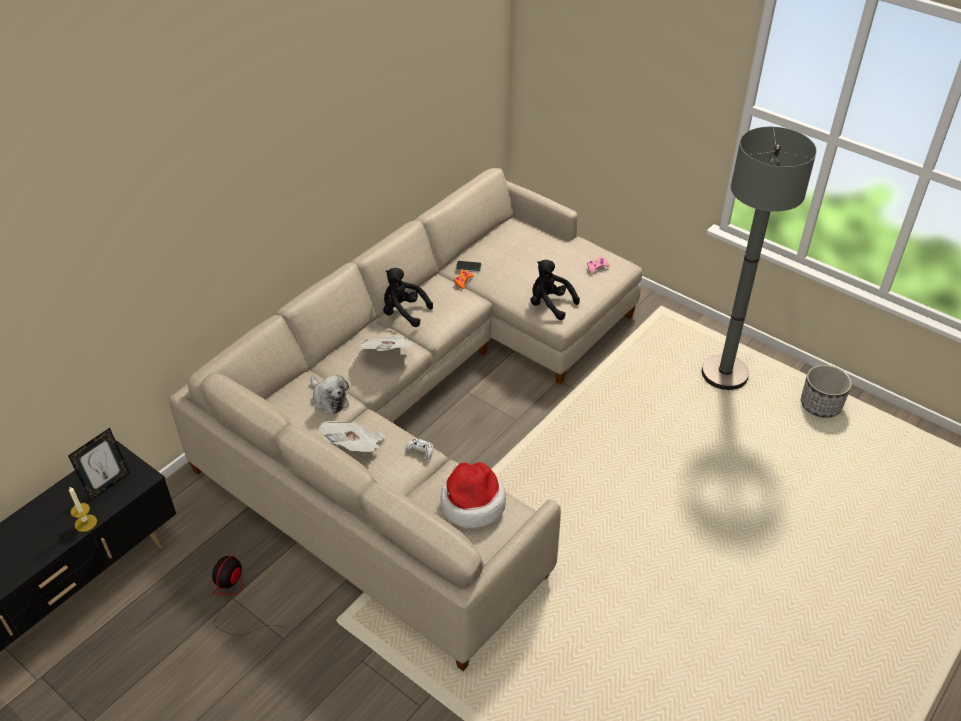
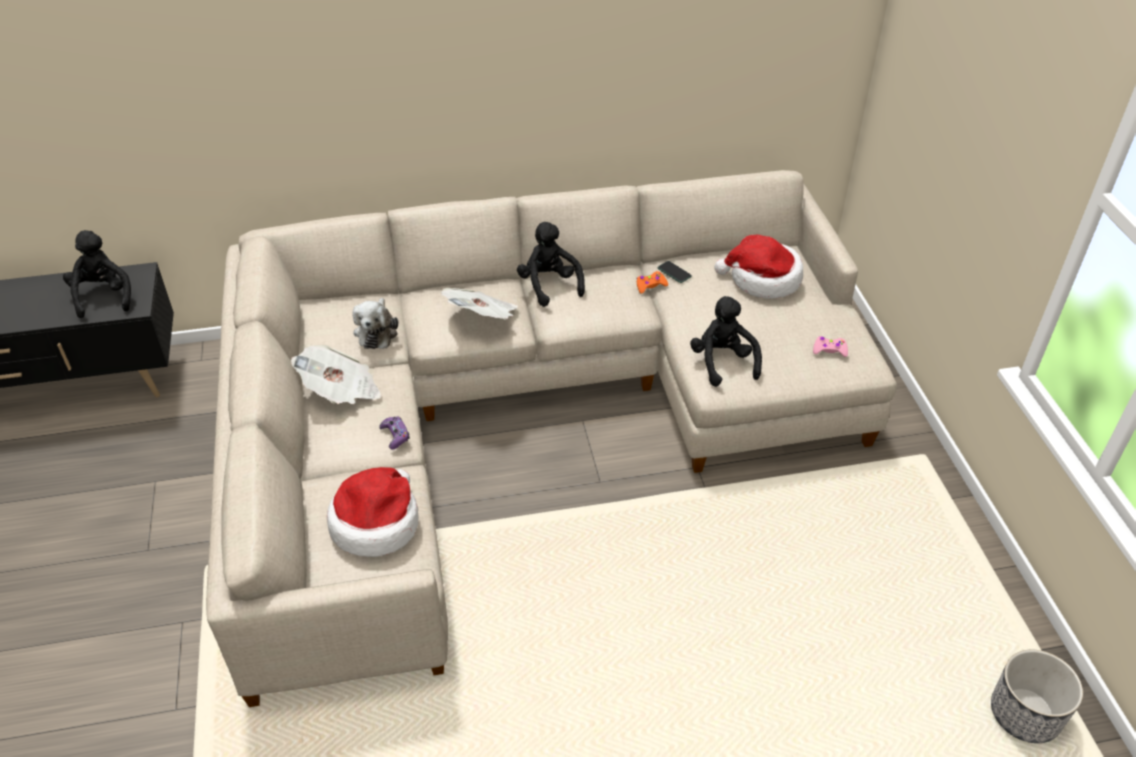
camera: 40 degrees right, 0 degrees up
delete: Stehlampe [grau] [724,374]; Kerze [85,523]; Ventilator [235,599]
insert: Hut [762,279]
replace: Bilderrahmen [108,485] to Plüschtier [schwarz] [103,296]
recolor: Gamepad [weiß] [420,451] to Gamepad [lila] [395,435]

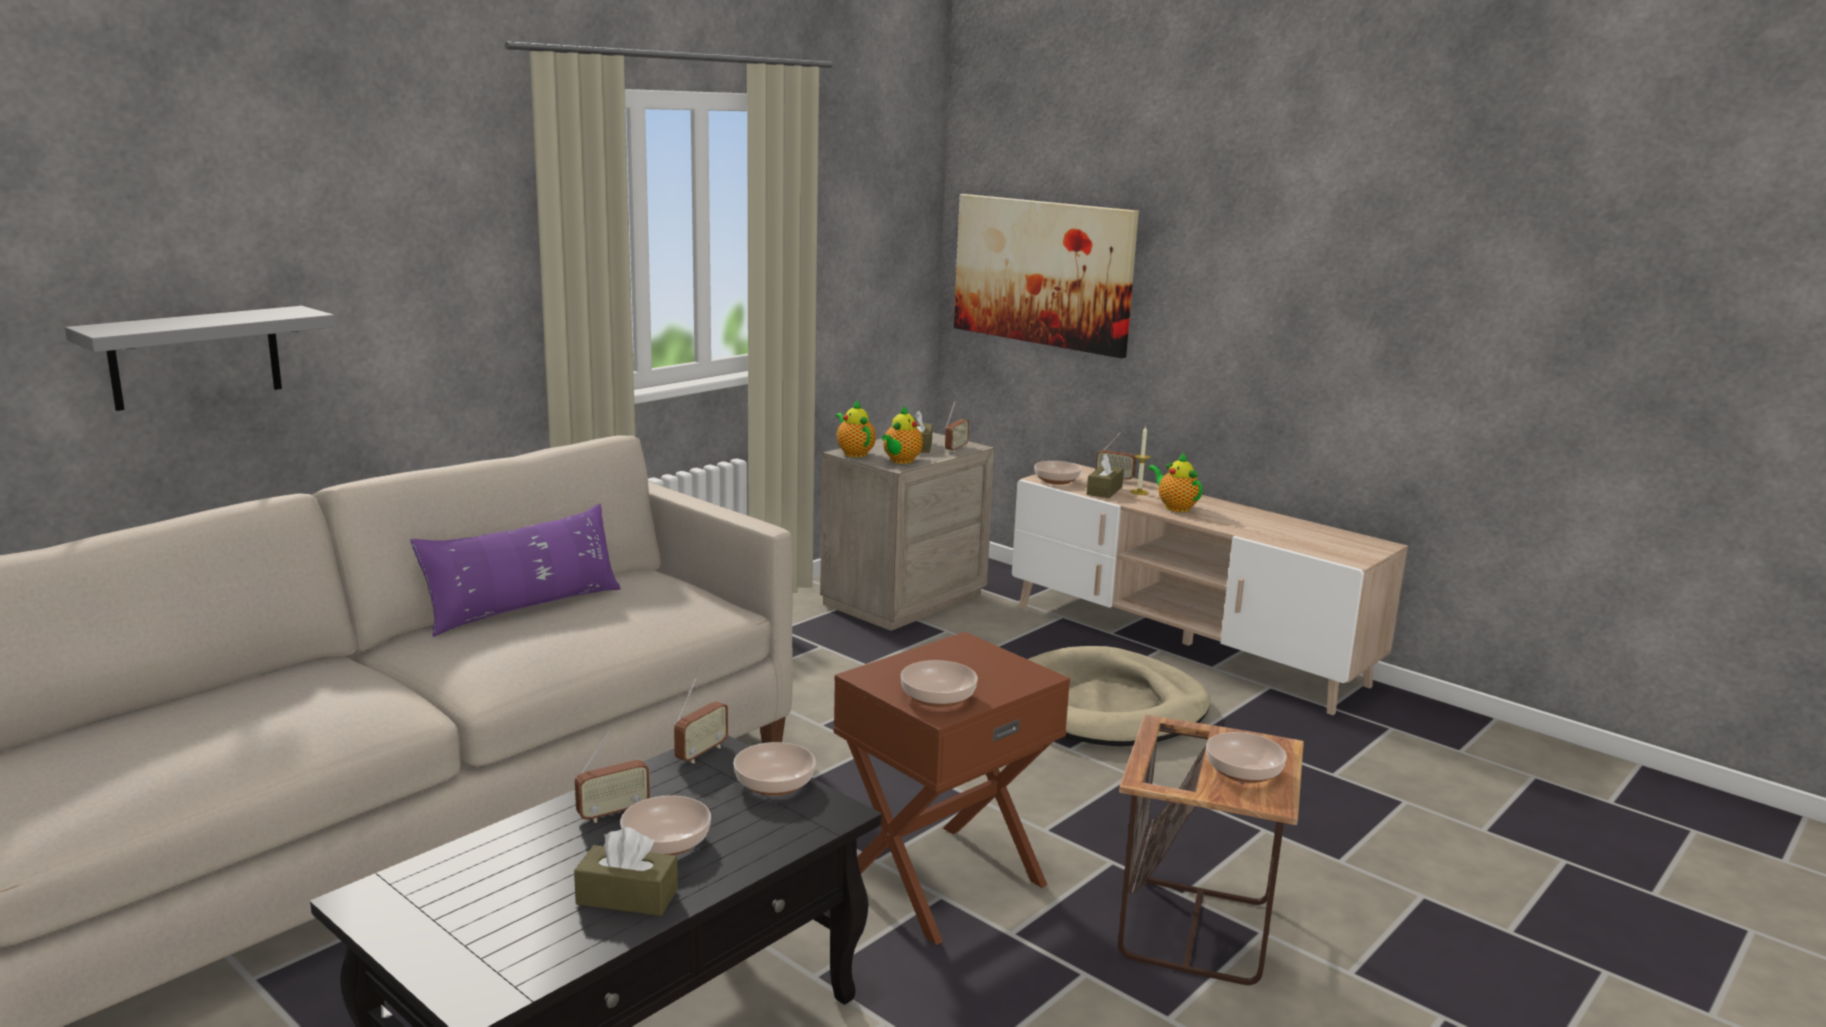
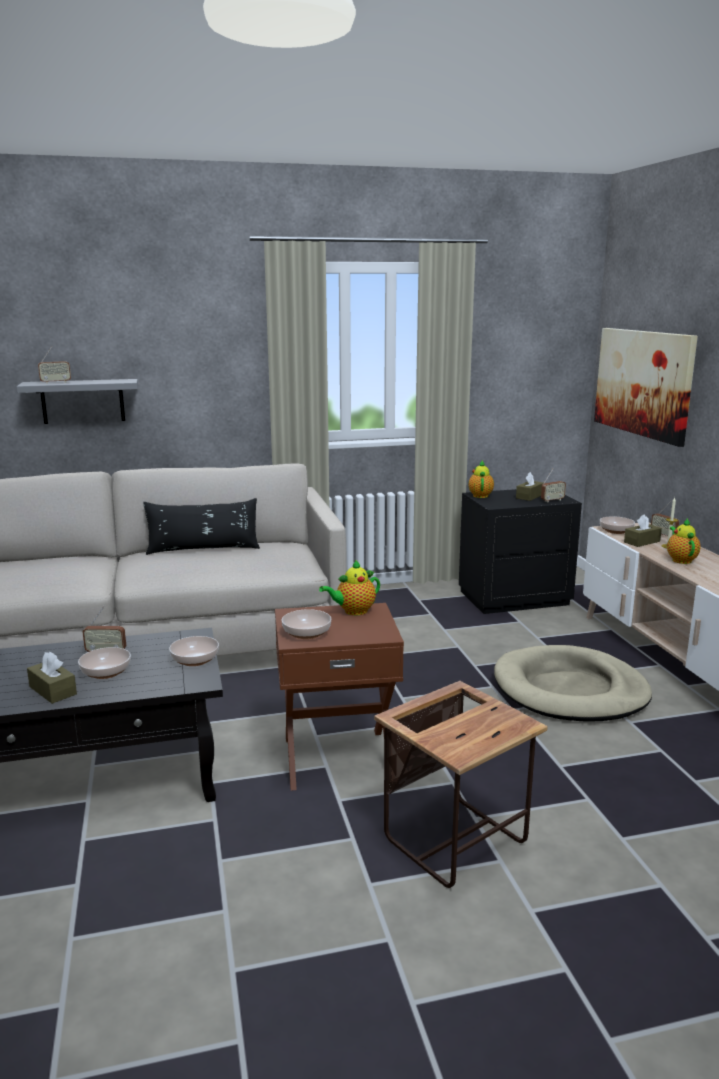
camera: 35 degrees right, 0 degrees up
delete: Schüssel [1244,771]
move: Teekanne [900,461] to [353,611]; Radio [701,753] to [55,382]
recolor: Nachttisch [beige] [902,599] to Nachttisch [schwarz] [513,597]; Kissen [lila] [524,608] to Kissen [schwarz] [203,549]

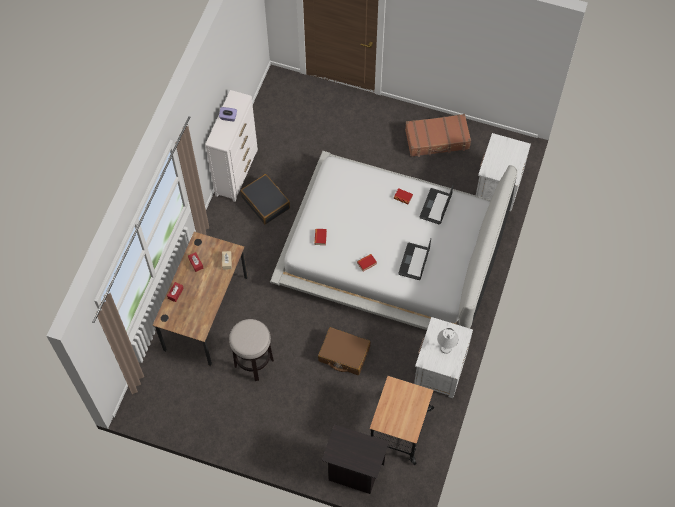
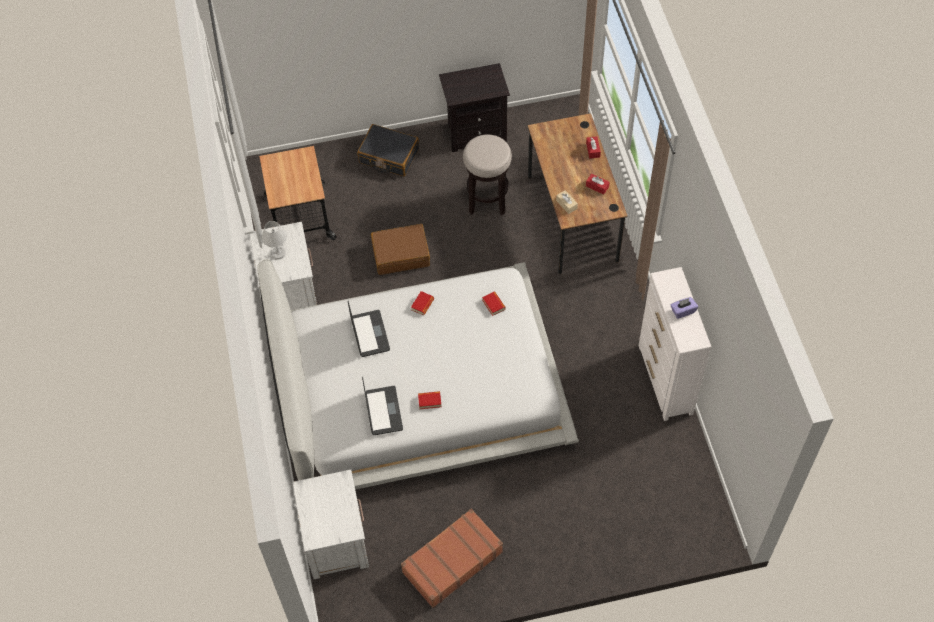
camera: 150 degrees right, 5 degrees down
move: Koffer [schwarz] [266,202] to [388,156]; Nachttisch [schwarz] [354,471] to [475,132]

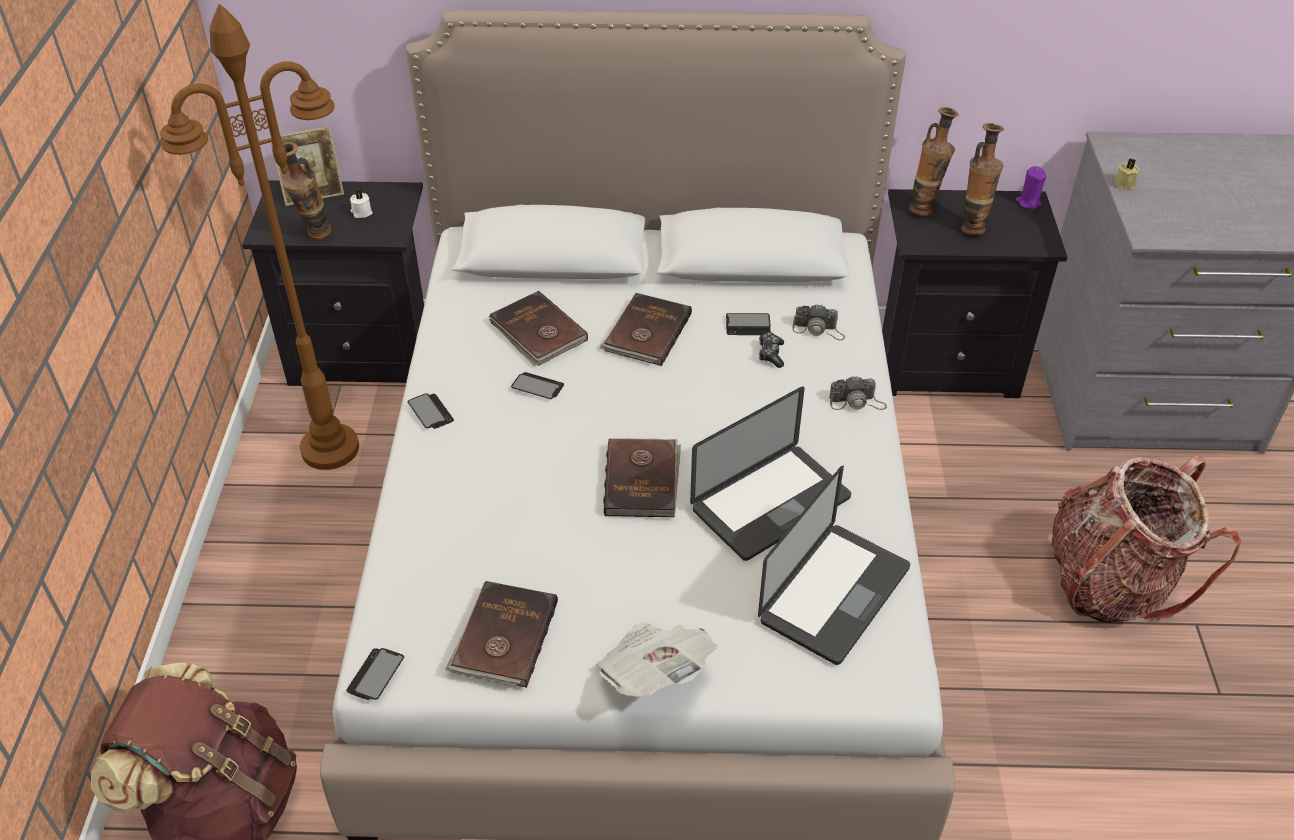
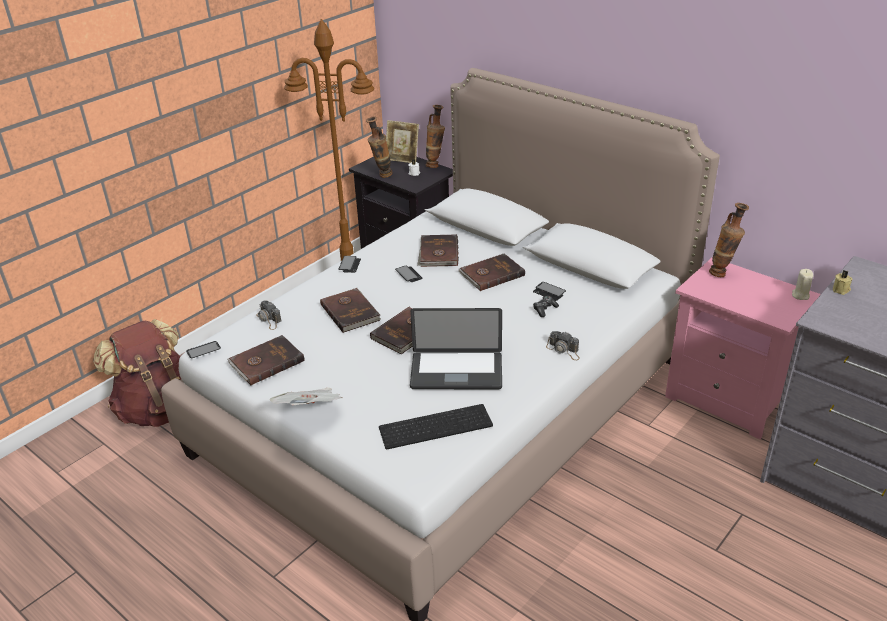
camera: 40 degrees right, 10 degrees down
delete: Rucksack [1110,582]
insert: Buch [braun] [351,312]
move: Vase [973,226] to [435,165]; Kamera [818,330] to [269,319]
replace: Laptop [834,594] to Tastatur [436,425]
recolor: Kerze [lila] [1028,202] to Kerze [beige] [800,295]; Nachttisch [schwarz] [945,365] to Nachttisch [rosa] [727,400]

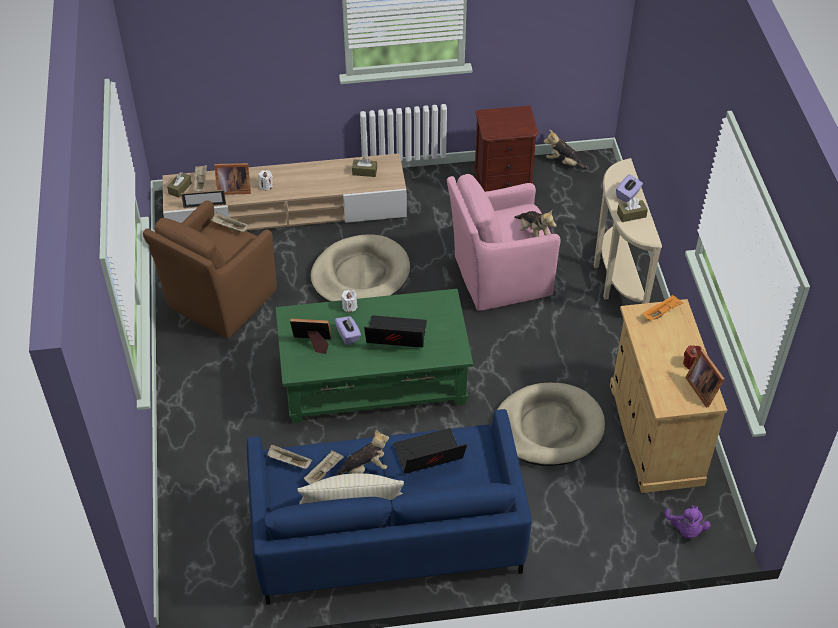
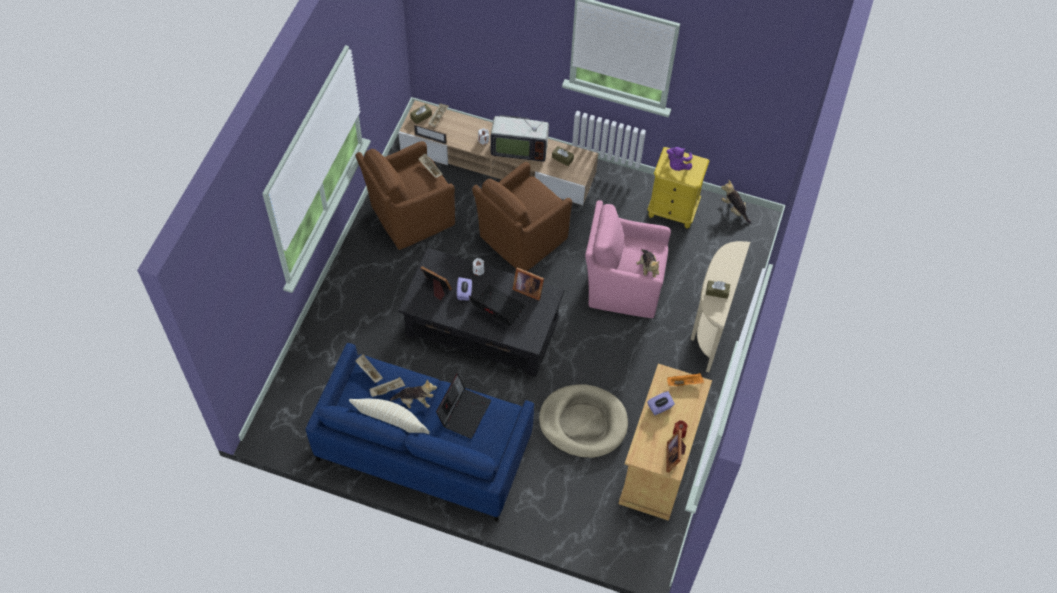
camera: 25 degrees right, 10 degrees up
insert: Fernseher [518,148]
move: Bilderrahmen [233,189] to [527,289]; Taschentuchbox [lila] [628,195] to [660,407]; Plüschtier [lila] [685,529] to [677,165]
replace: Hundebett [beige] [360,274] to Sessel [braun] [521,239]
recolor: Nachttisch [braun] [503,187] to Nachttisch [gelb] [672,210]; Couchtisch [grün] [373,379] to Couchtisch [schwarz] [482,327]
rotate: Laptop [428,456] = [464,412] 105 degrees clockwise

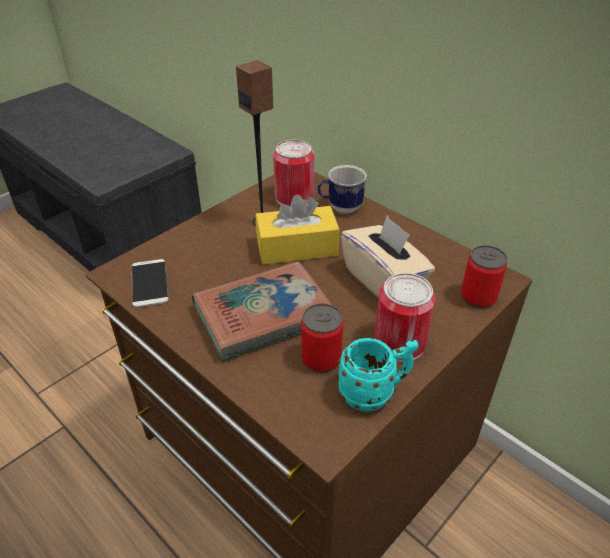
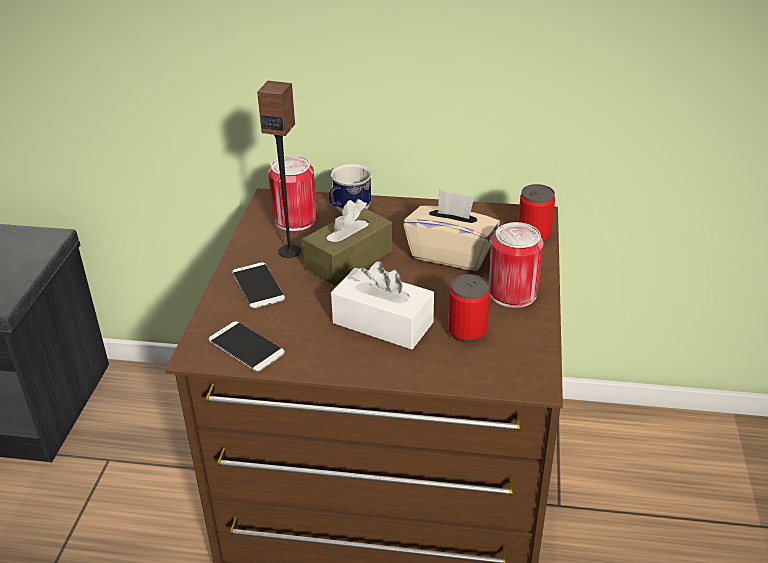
camera: 35 degrees left, 5 degrees down
delete: Henkelbecher [türkis] [374,393]
insert: Handy [258,286]
replace: Buch [263,314] to Taschentuchbox [weiß] [383,323]
recolor: Taschentuchbox [gelb] [297,248] to Taschentuchbox [braun] [349,260]

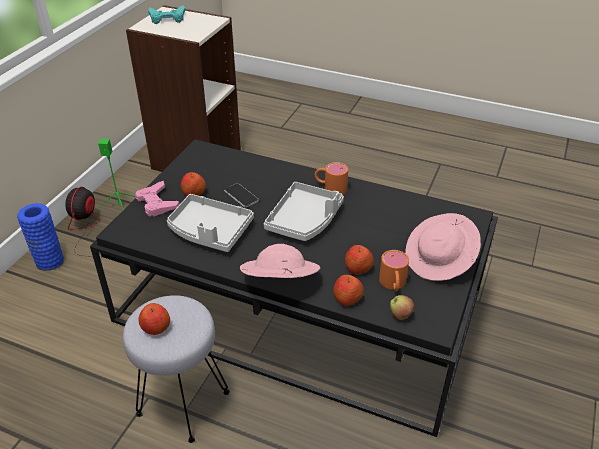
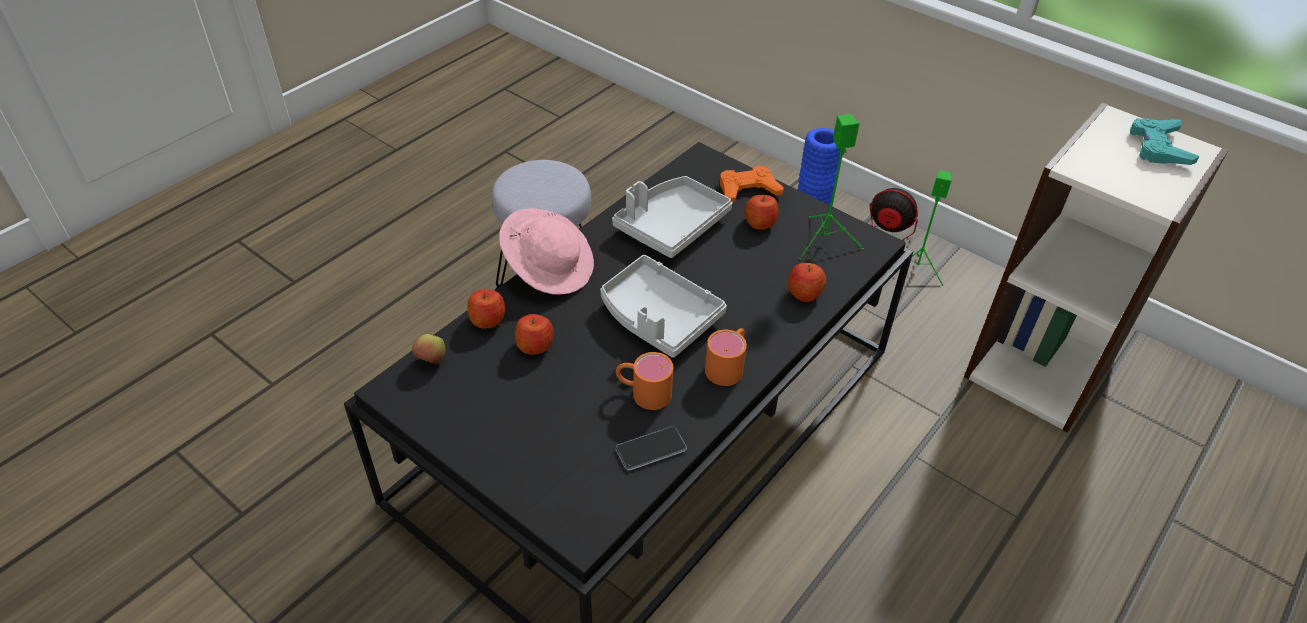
camera: 105 degrees right, 5 degrees up
delete: Hut [rosa] [440,260]
insert: Lautsprecher [grün] [825,241]
move: Handy [241,196] to [651,449]; Henkelbecher [orange] [393,284] to [643,392]; Apfel [155,328] to [804,293]
recolor: Gamepad [rosa] [157,203] to Gamepad [orange] [748,190]

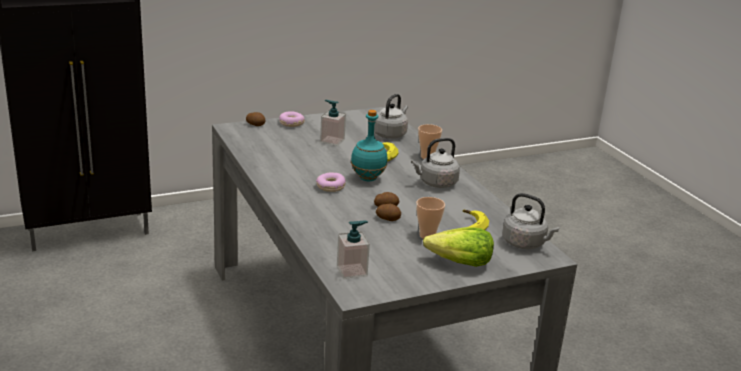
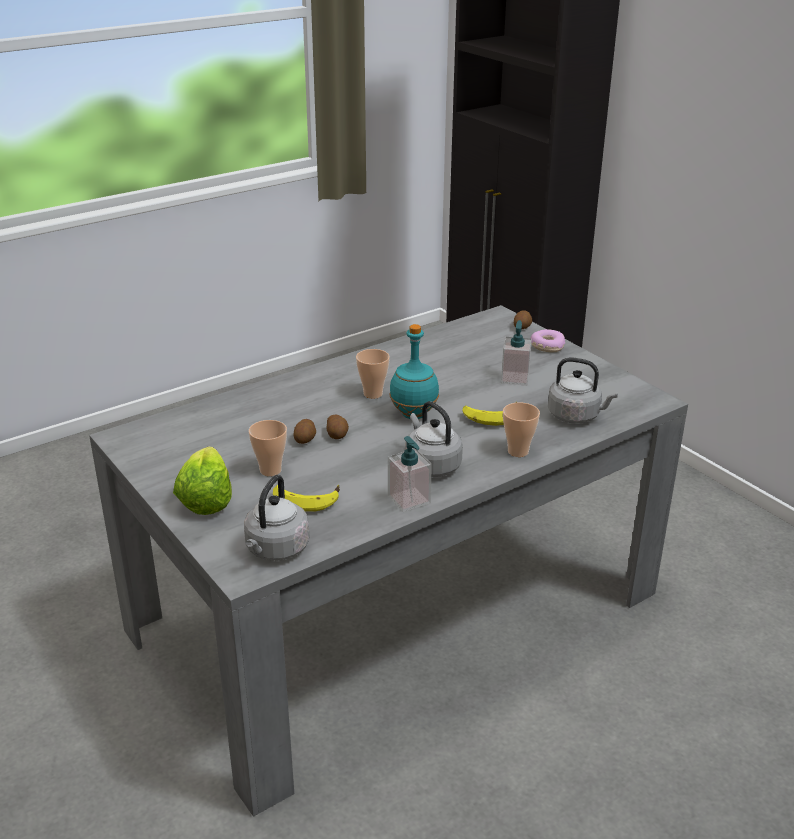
camera: 80 degrees right, 5 degrees up
move: Seifenspender [352,271] to [409,500]
replace: Donut [330,187] to Tasse [373,394]

